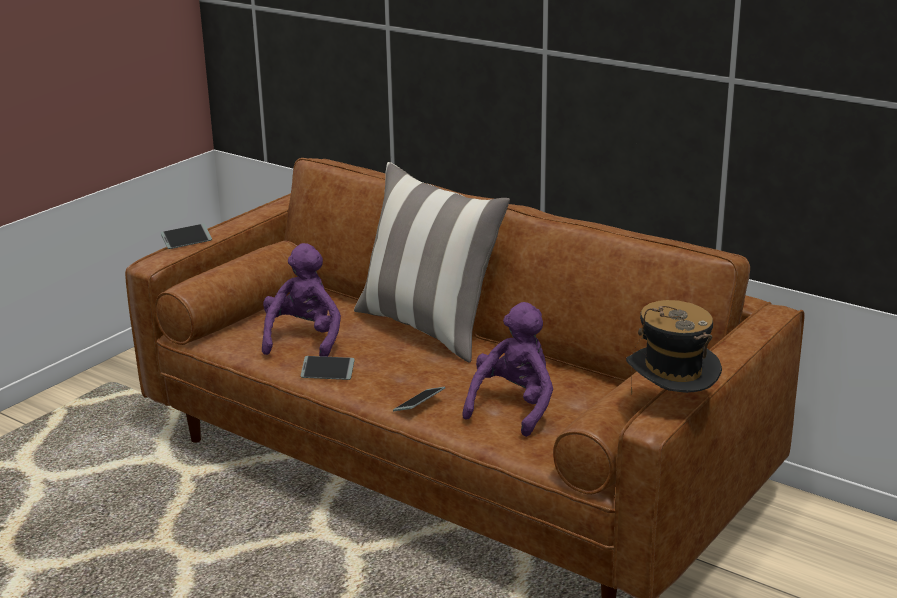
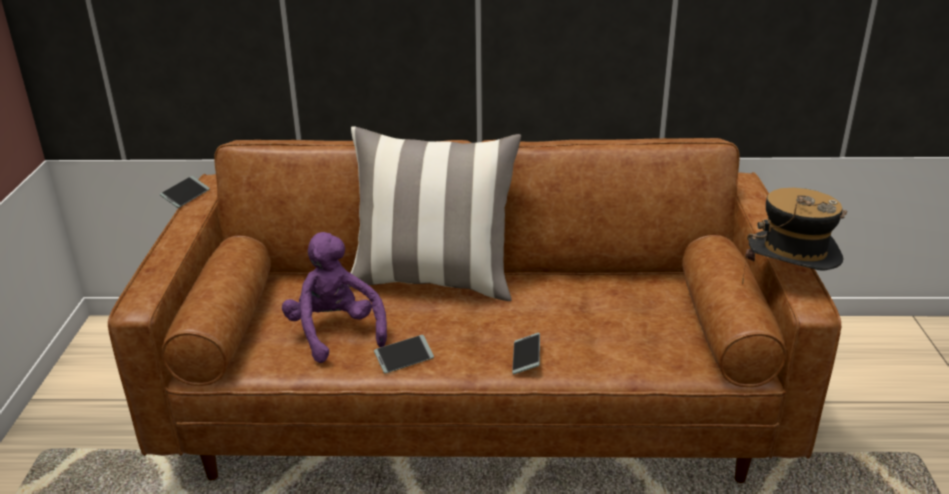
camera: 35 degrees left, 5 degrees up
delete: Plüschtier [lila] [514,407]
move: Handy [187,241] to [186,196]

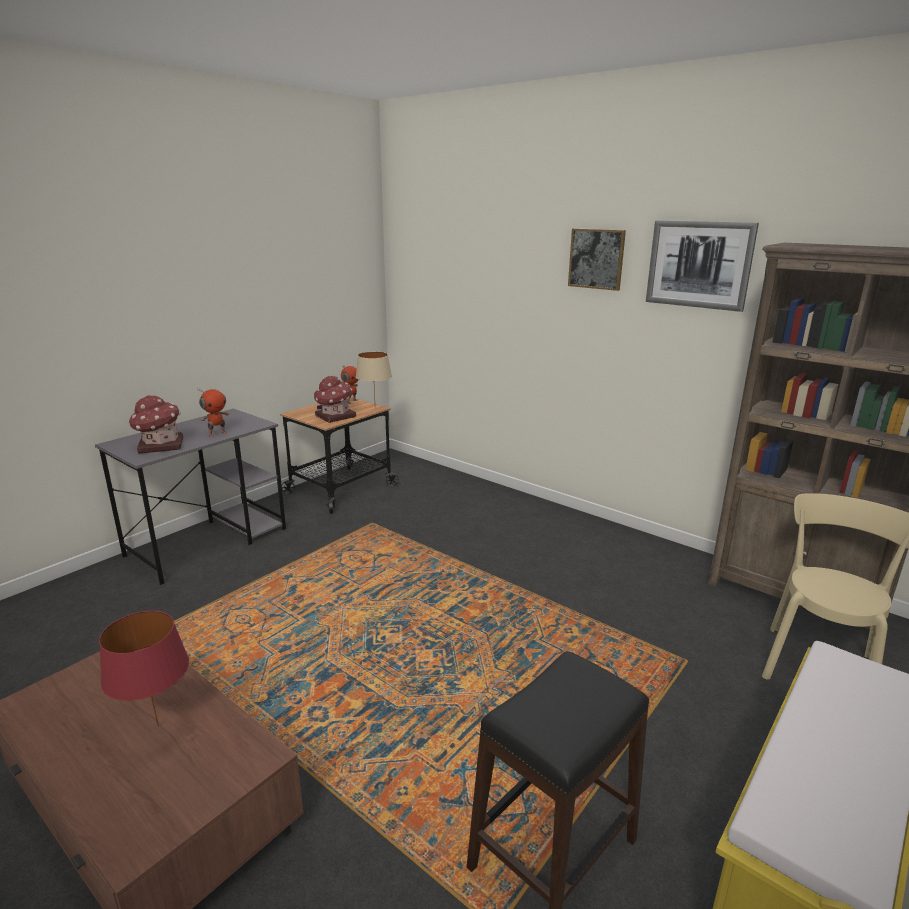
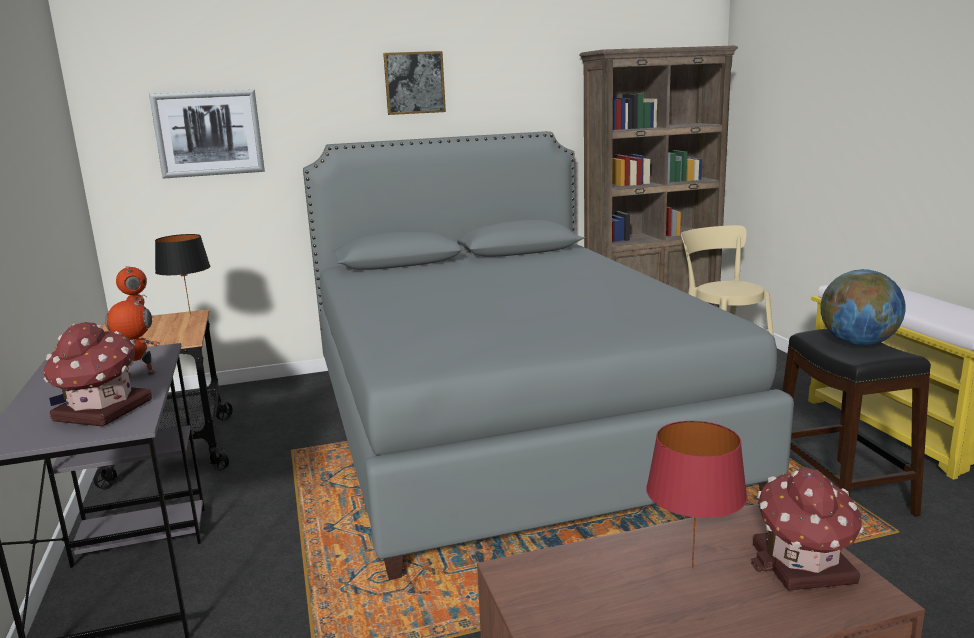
camera: 55 degrees left, 5 degrees down
insert: Bett [grau] [506,423]; Globus [858,343]
move: Bild [699,264] to [208,133]; Spielzeughaus [334,416] to [803,566]
recolor: Tischlampe [beige] [374,407] to Tischlampe [schwarz] [190,314]
rotate: Spielzeugroboter [217,434] = [138,375] 90 degrees counterclockwise

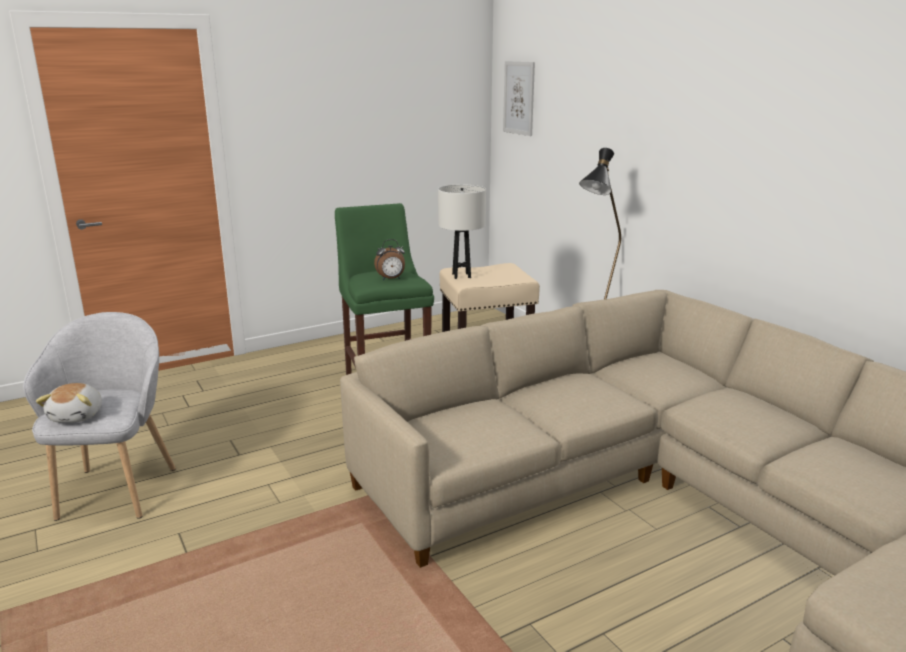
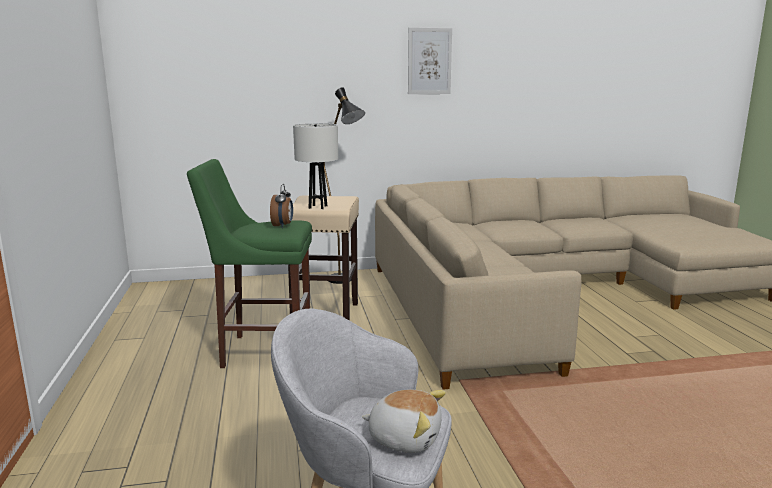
camera: 70 degrees left, 5 degrees down
move: Bild [519,98] to [429,61]

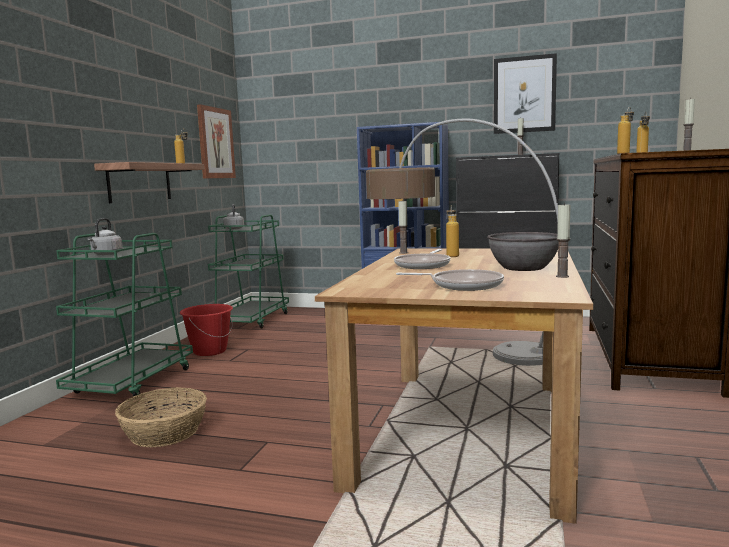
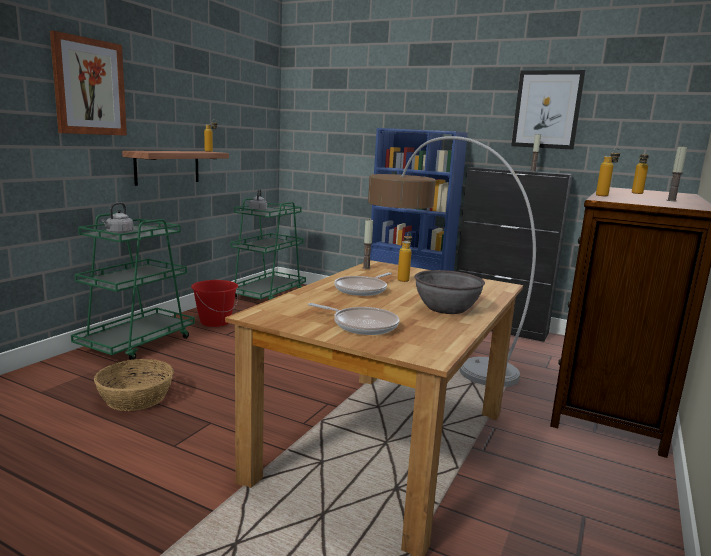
camera: 10 degrees right, 5 degrees up
delete: Kerze [562,276]
move: Bild [215,143] to [89,87]

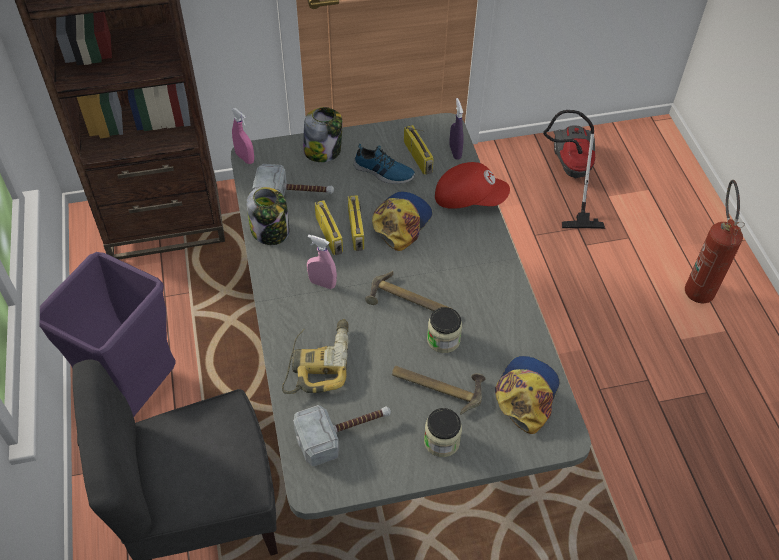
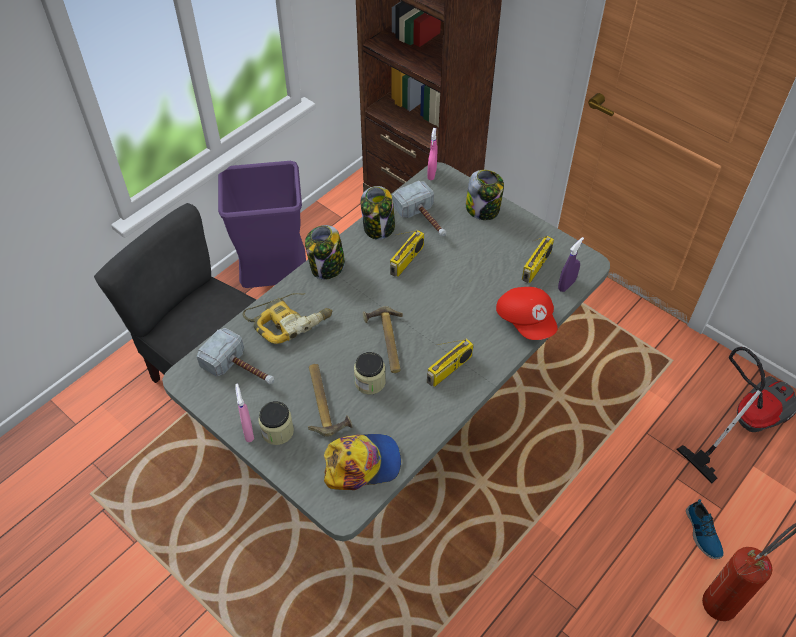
camera: 55 degrees right, 0 degrees up
delete: Kappe [401,222]
insert: Vorratsglas [327,267]
move: Schuh [383,172] to [702,533]; Radio [357,230] to [449,369]; Sprühflasche [rosa] [322,283] to [248,431]

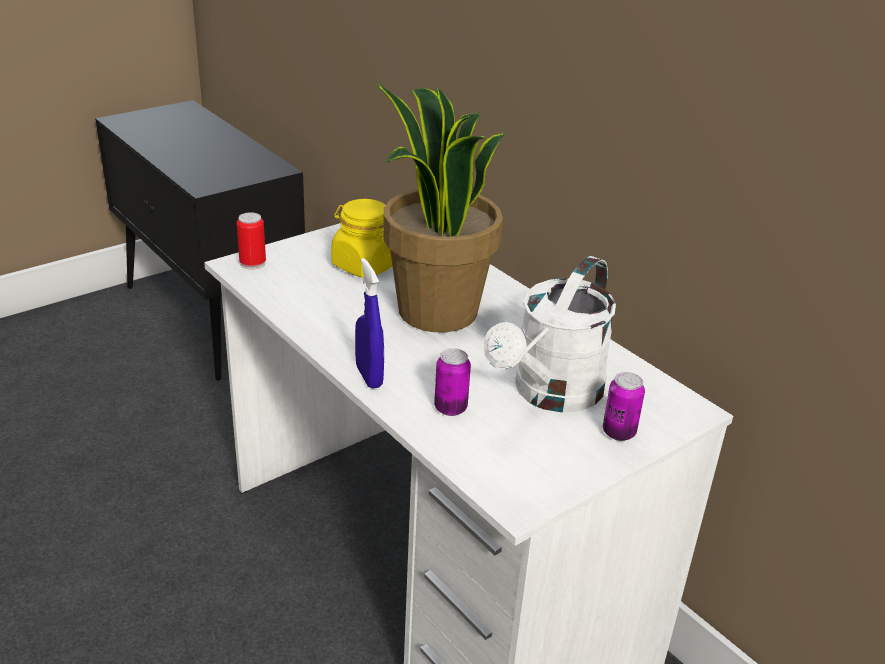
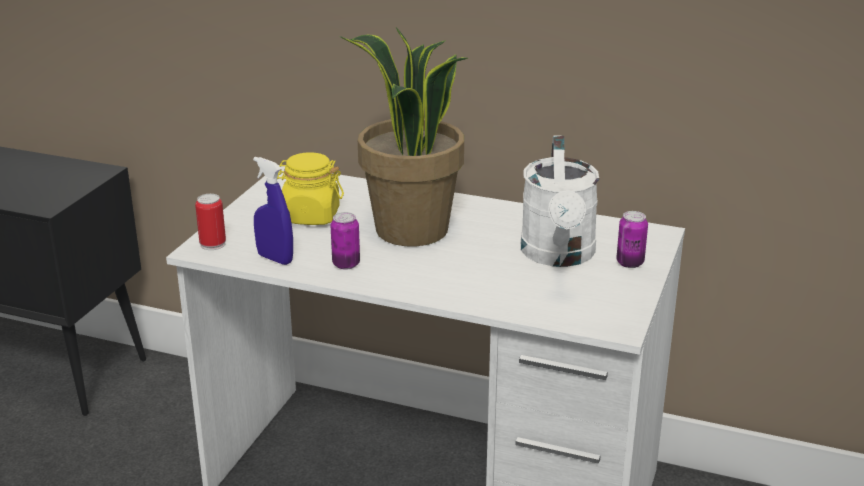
camera: 30 degrees left, 5 degrees down
move: Sprühflasche [blau] [369,376] to [275,259]; Dose [450,408] to [346,264]

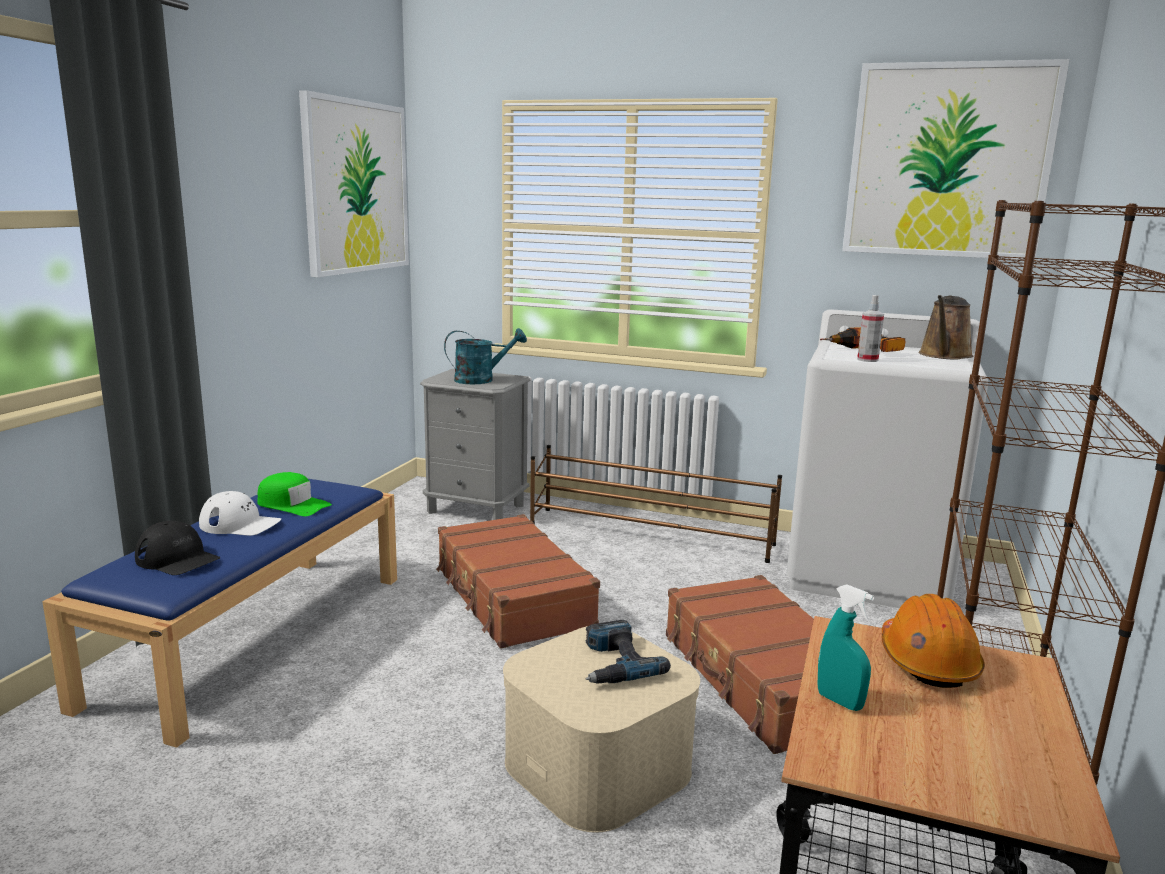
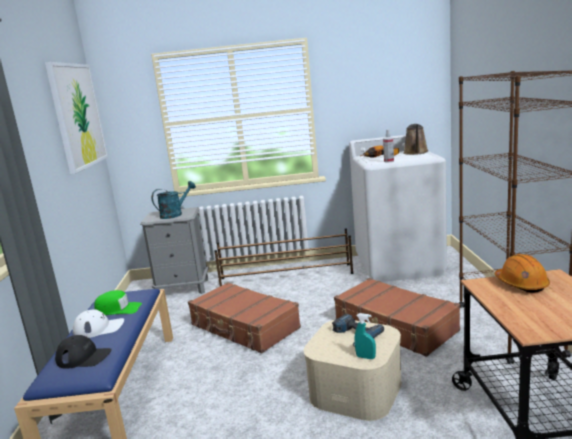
camera: 20 degrees left, 0 degrees up
delete: Bild [948,161]
move: Sprühflasche [türkis] [839,701] to [365,357]

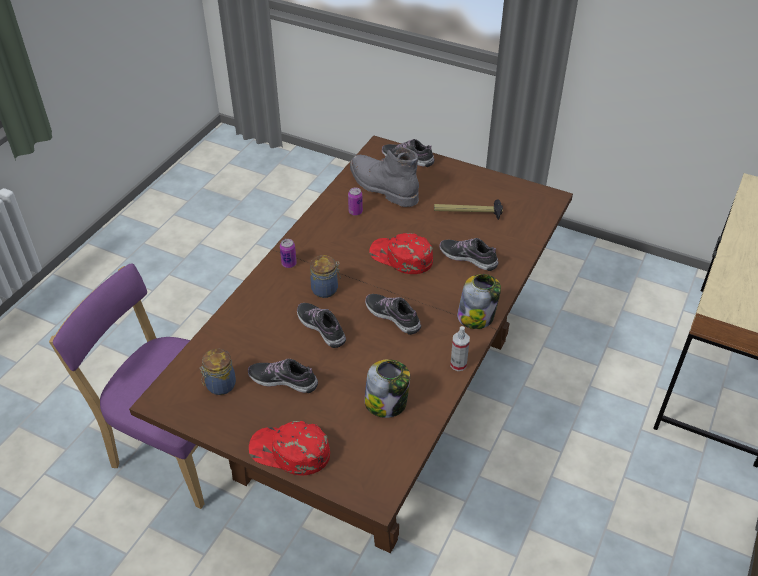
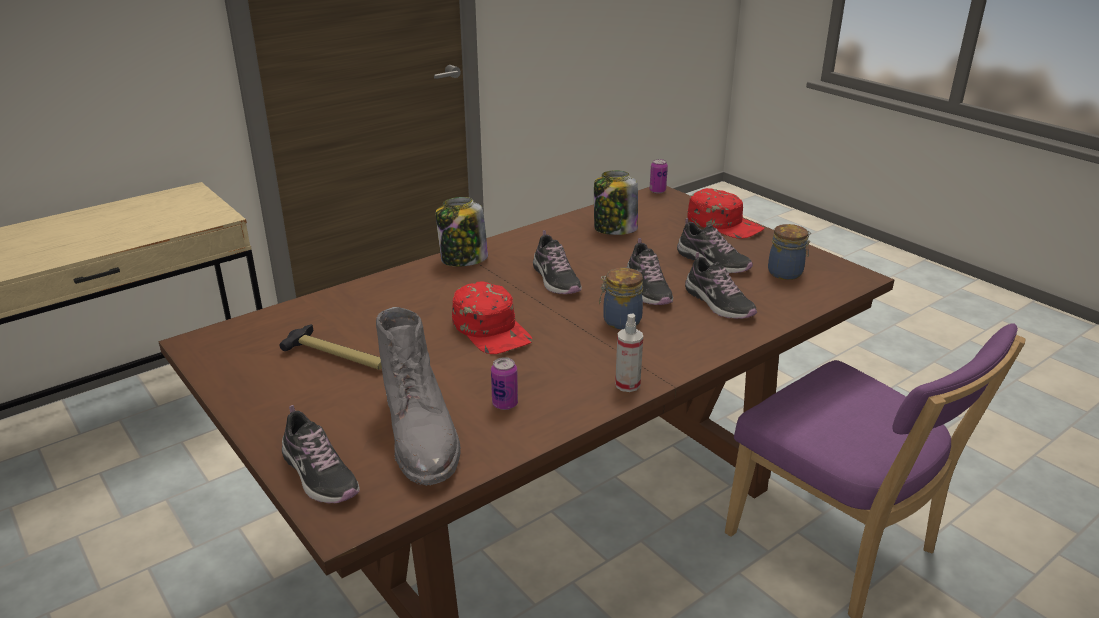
camera: 155 degrees left, 15 degrees down
move: Schuh [468,258] to [718,303]; Dose [289,264] to [657,191]; Sprühflasche [458,364] to [627,384]

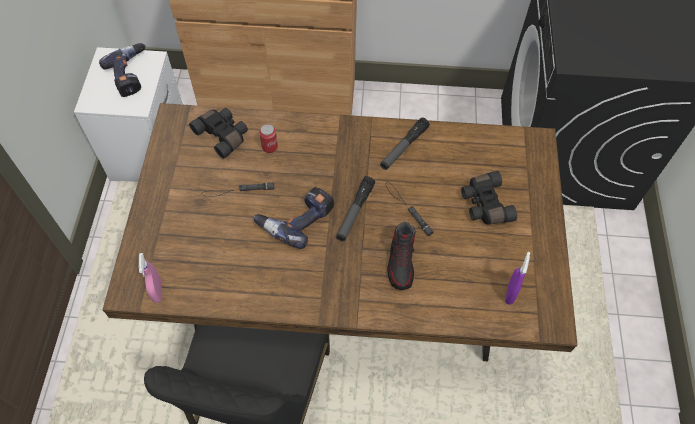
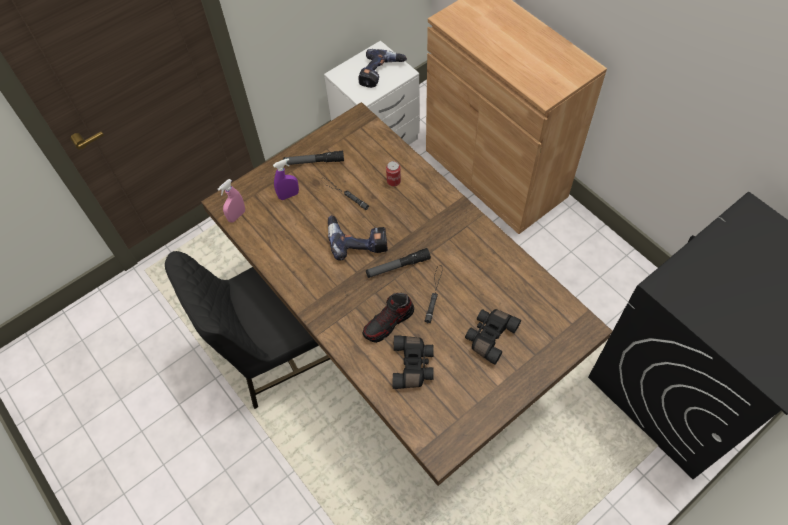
camera: 50 degrees right, 0 degrees up
move: Fernglas [schwarz] [223,135] to [413,365]; Taschenlampe [404,147] to [314,161]; Sprühflasche [lila] [510,293] to [288,195]

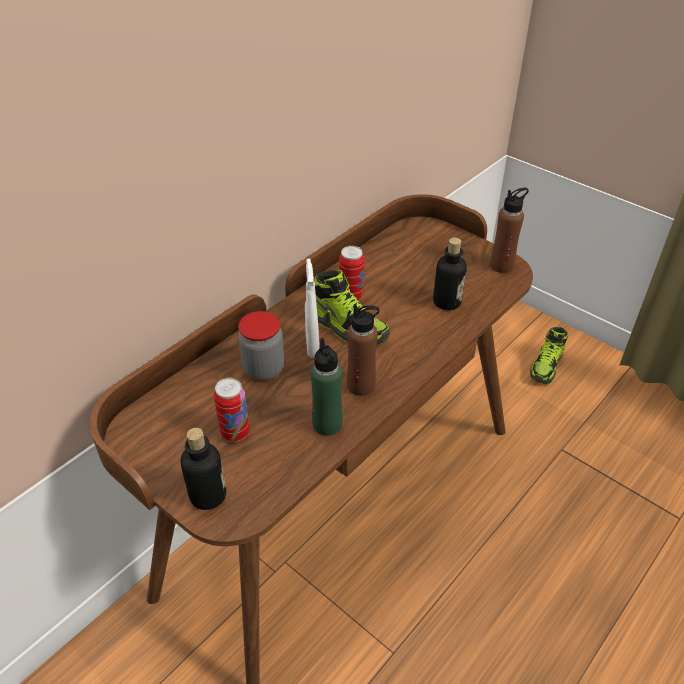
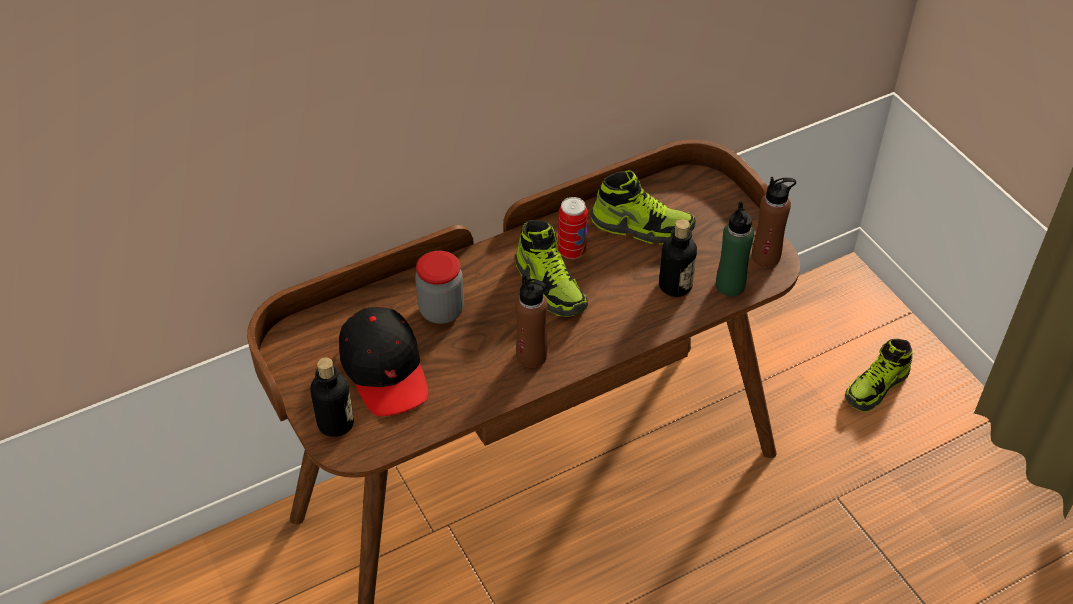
camera: 20 degrees right, 5 degrees up
delete: Sprühflasche [weiß] [312,346]
insert: Schuh [642,226]
move: Flasche [grün] [327,424] to [730,286]
replace: Dose [235,433] to Kappe [schwarz] [385,370]

